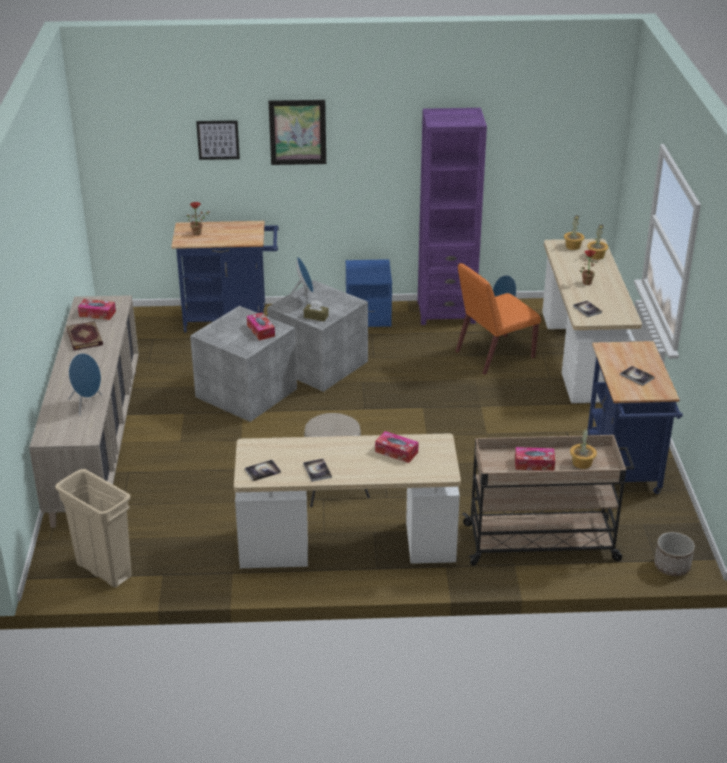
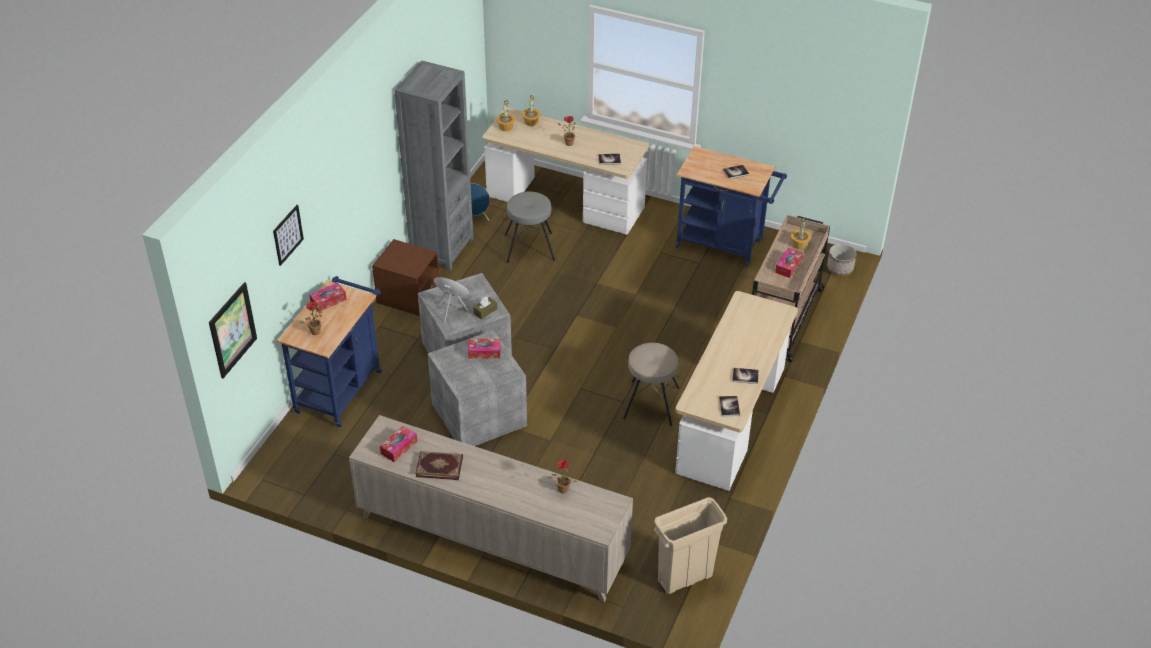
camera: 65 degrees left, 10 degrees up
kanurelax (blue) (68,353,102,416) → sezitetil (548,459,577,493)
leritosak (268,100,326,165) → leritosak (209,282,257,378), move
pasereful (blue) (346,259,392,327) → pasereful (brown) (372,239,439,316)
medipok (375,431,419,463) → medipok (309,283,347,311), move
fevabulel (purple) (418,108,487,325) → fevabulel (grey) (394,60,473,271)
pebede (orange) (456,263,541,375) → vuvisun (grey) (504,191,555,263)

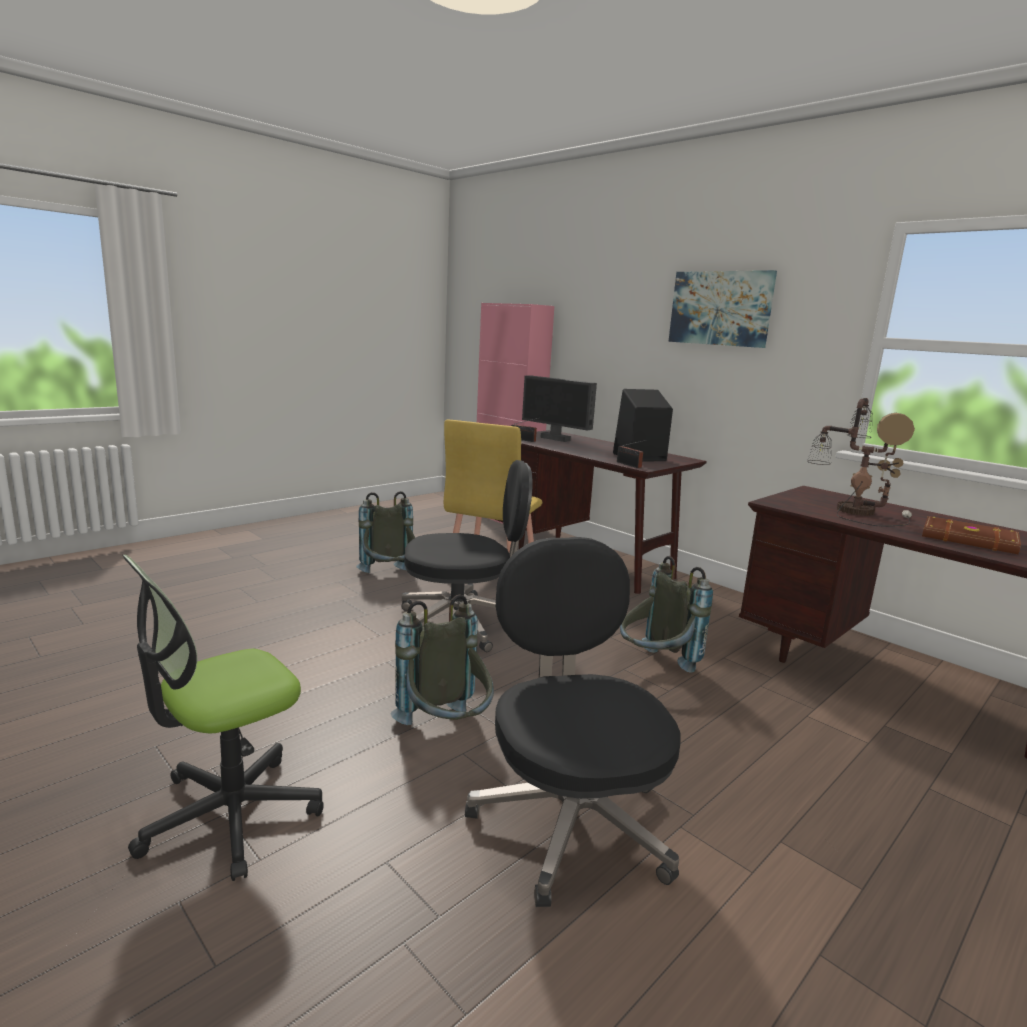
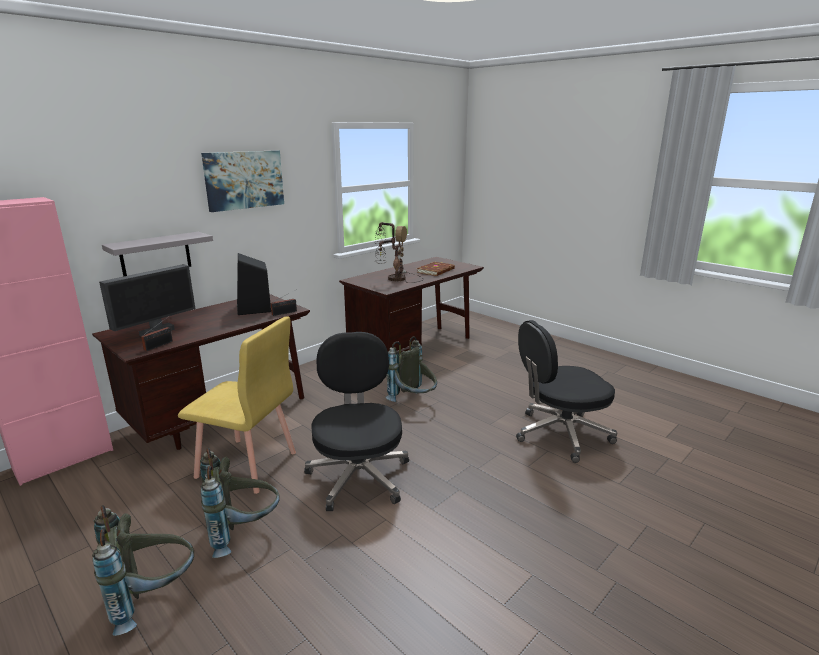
camera: 90 degrees left, 5 degrees up
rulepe (122,554,324,881) → -
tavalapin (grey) (390,594,494,725) → tavalapin (grey) (92,505,194,636), move
- → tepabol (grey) (102,232,213,277)

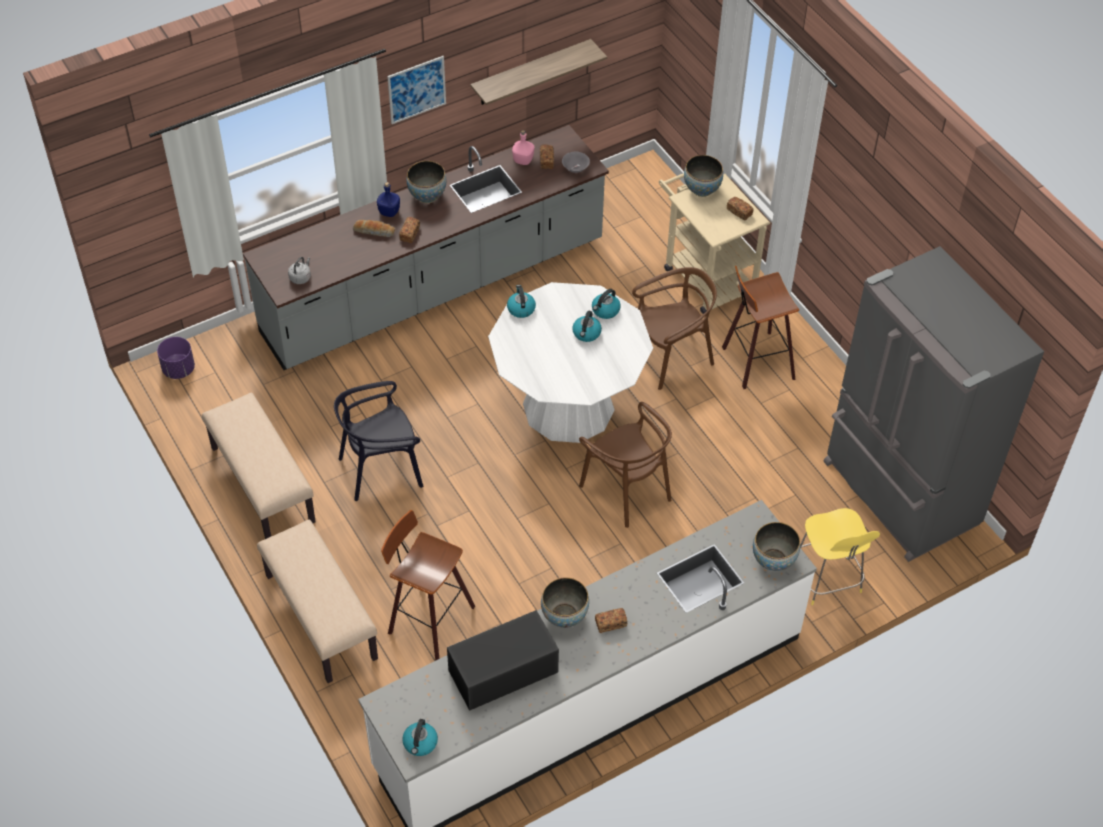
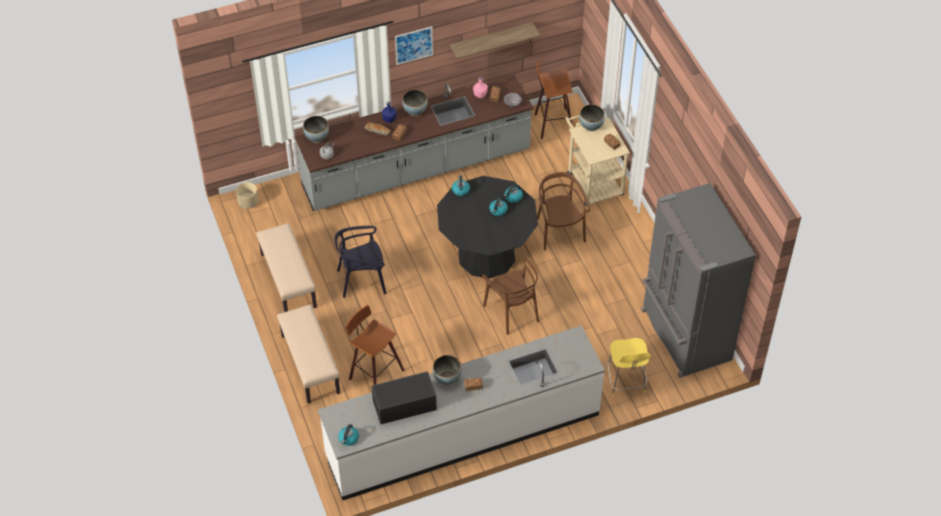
camera: 10 degrees right, 0 degrees up
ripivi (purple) (157,337,195,379) → ripivi (beige) (236,182,259,209)
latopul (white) (488,282,653,443) → latopul (black) (437,176,538,279)
pebede (brown) (632,267,717,390) → pebede (brown) (537,172,590,251), 90 degrees counterclockwise
vuvisun (722,266,799,389) → vuvisun (535,62,573,139), move
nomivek (753,522,800,571) → nomivek (303,116,329,143), move

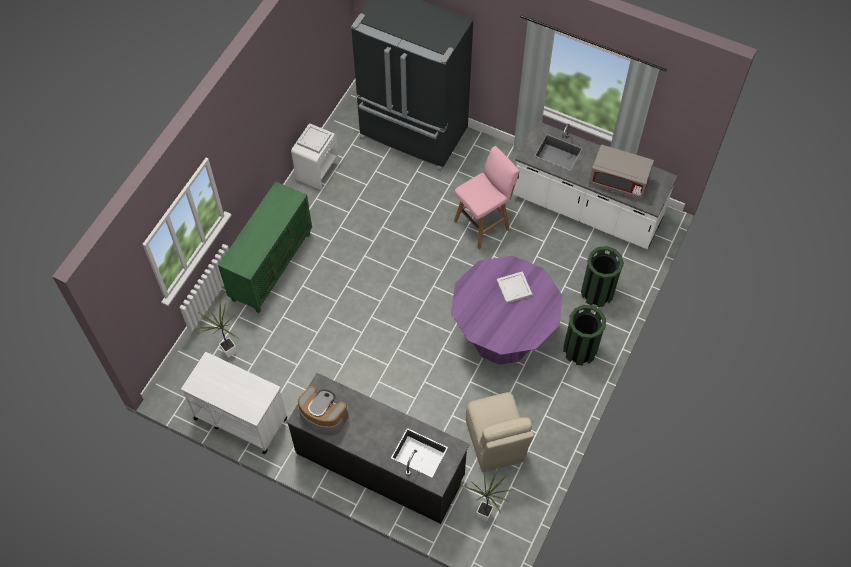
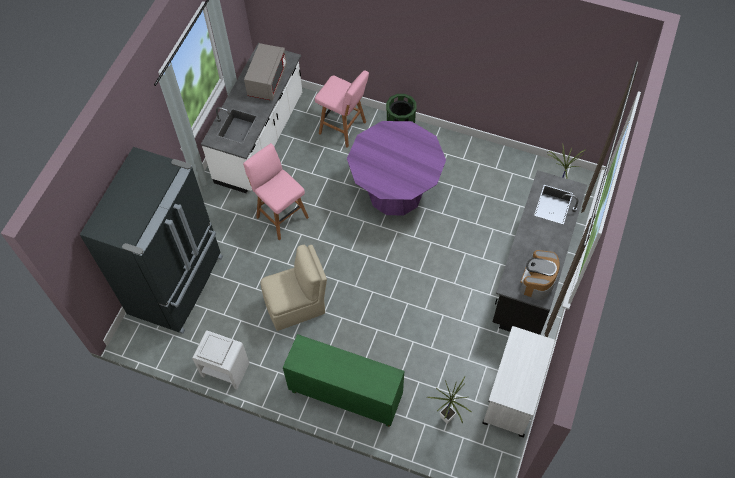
camera: 95 degrees left, 0 degrees up
pebede (beige) (466,392,534,472) → pebede (beige) (261,245,327,331), move
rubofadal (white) (497,271,532,304) → -
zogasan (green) (581,246,624,307) → vuvisun (pink) (315,70,369,148)

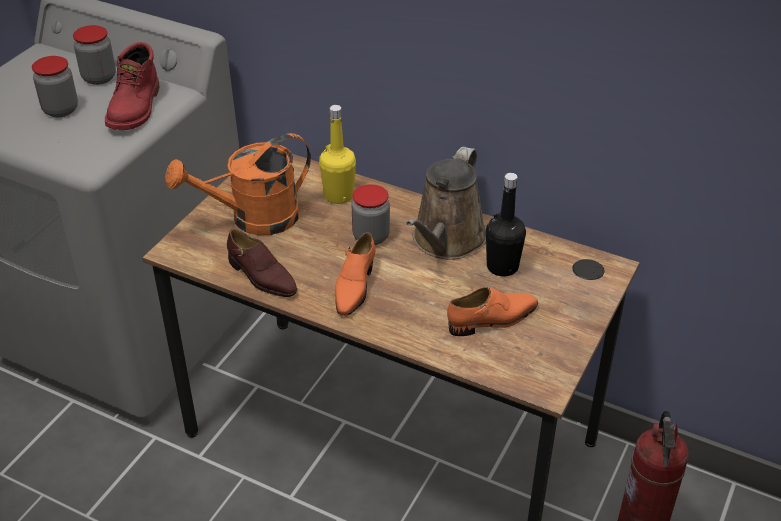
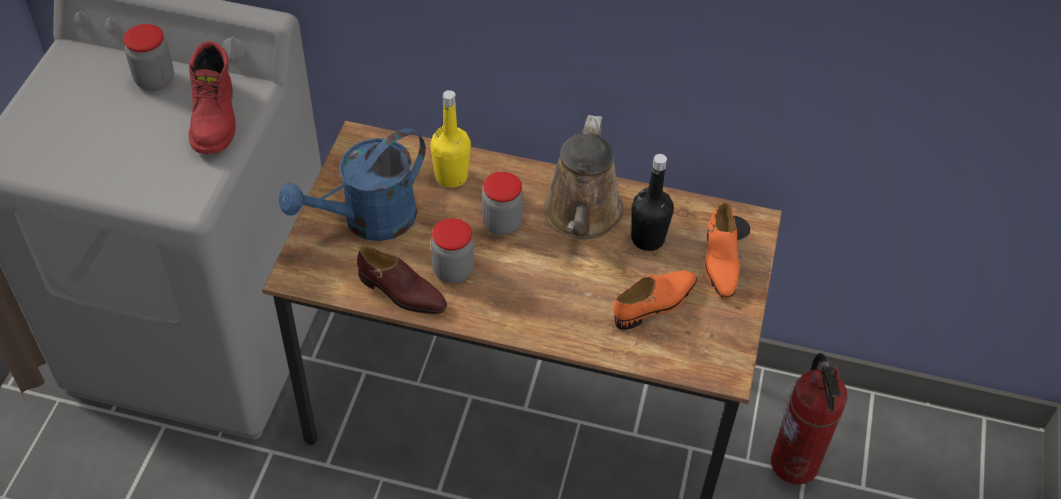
camera: 15 degrees left, 10 degrees up
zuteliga (32,56,78,117) → zuteliga (431,218,474,283), move
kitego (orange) (165,133,311,235) → kitego (blue) (279,128,426,241)
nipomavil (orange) (335,232,375,316) → nipomavil (orange) (705,203,740,299), move

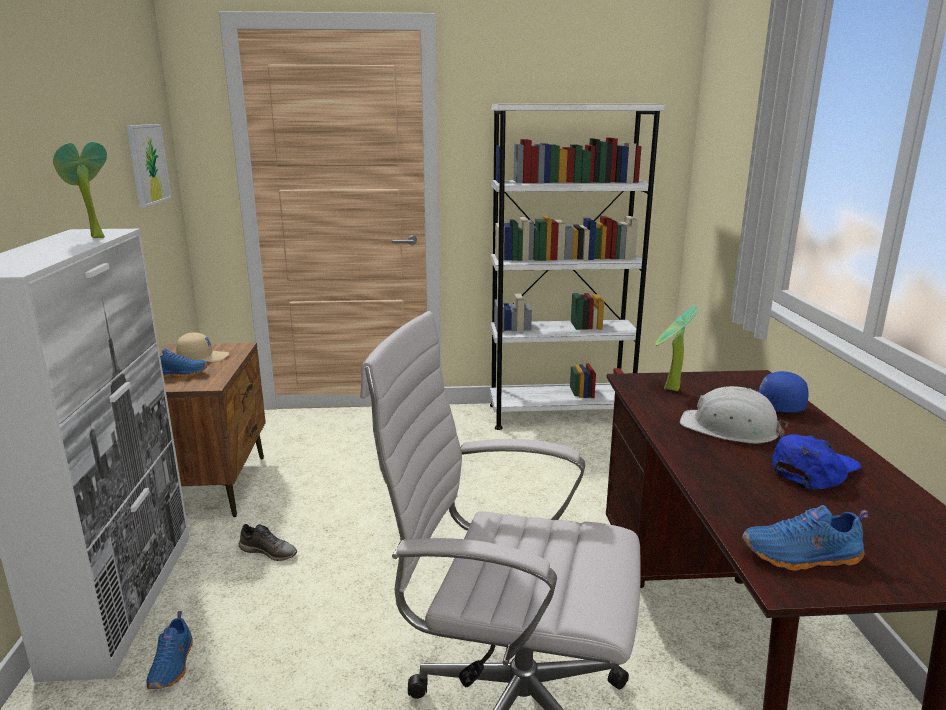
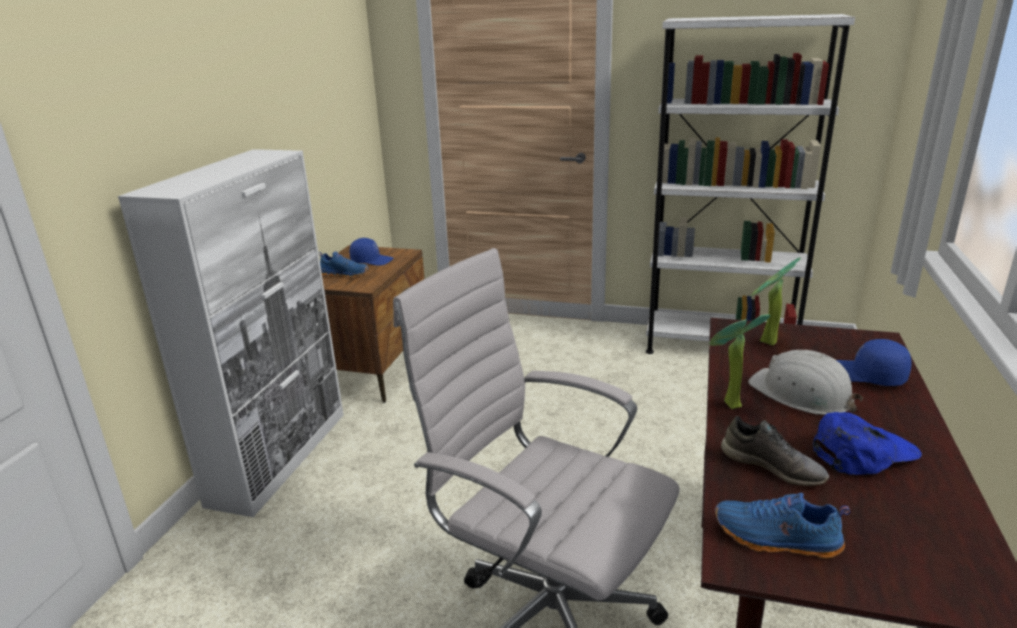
camera: 20 degrees right, 5 degrees up
sezitetil (53,142,107,238) → sezitetil (709,314,770,409), move
leritosak (127,124,172,208) → -
nipomavil (blue) (147,611,193,689) → -
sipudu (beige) (176,332,229,362) → sipudu (blue) (350,238,393,266)
nipomavil (grey) (239,524,297,561) → nipomavil (grey) (721,416,830,486), move

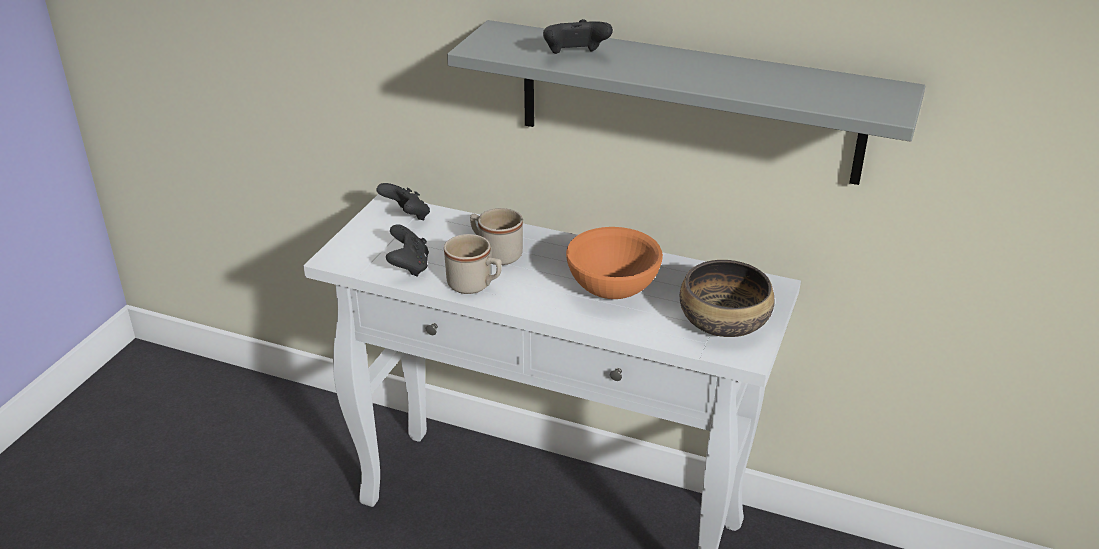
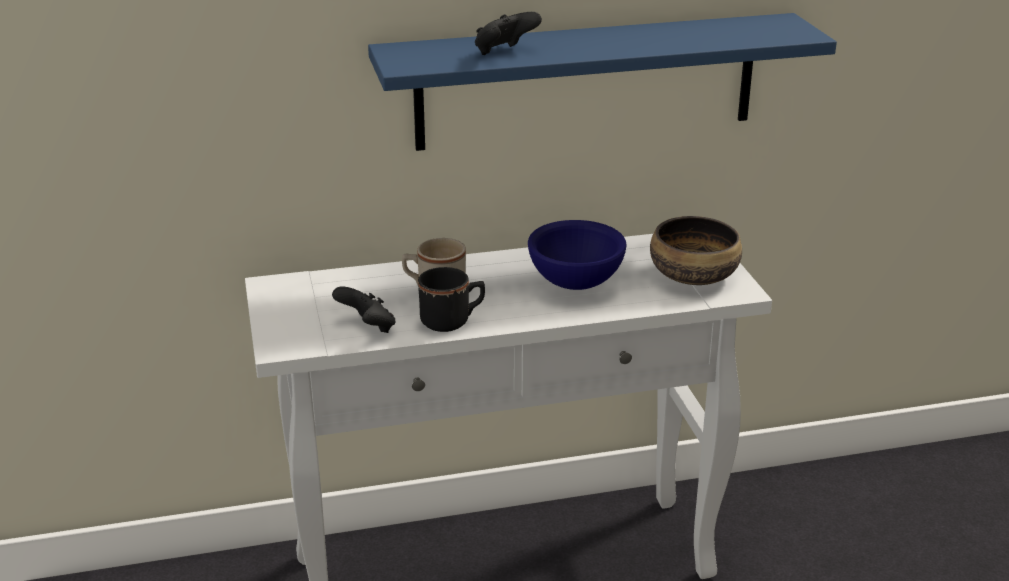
camera: 35 degrees left, 5 degrees down
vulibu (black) (376,183,430,220) → -
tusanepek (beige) (444,234,502,294) → tusanepek (black) (418,267,485,332)
tepabol (grey) (447,20,925,185) → tepabol (blue) (368,13,837,151)
nomivek (orange) (566,227,663,299) → nomivek (blue) (528,220,627,290)

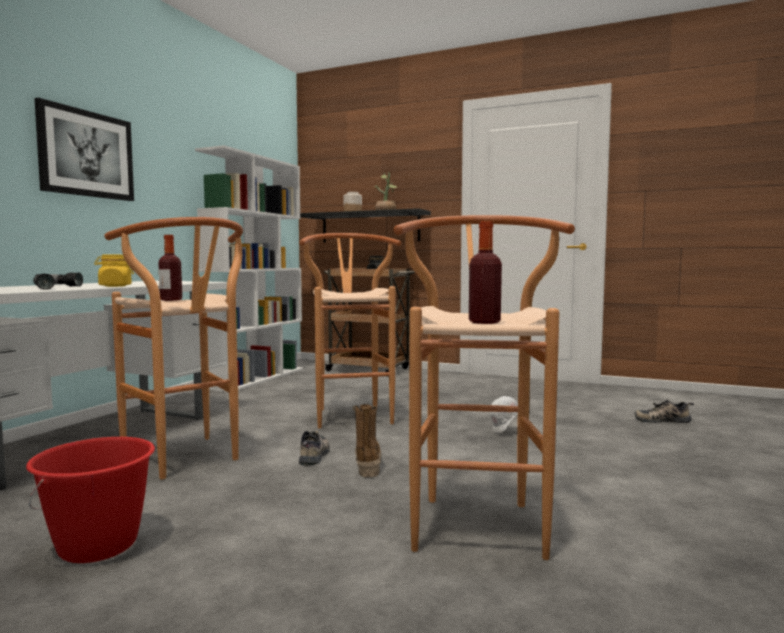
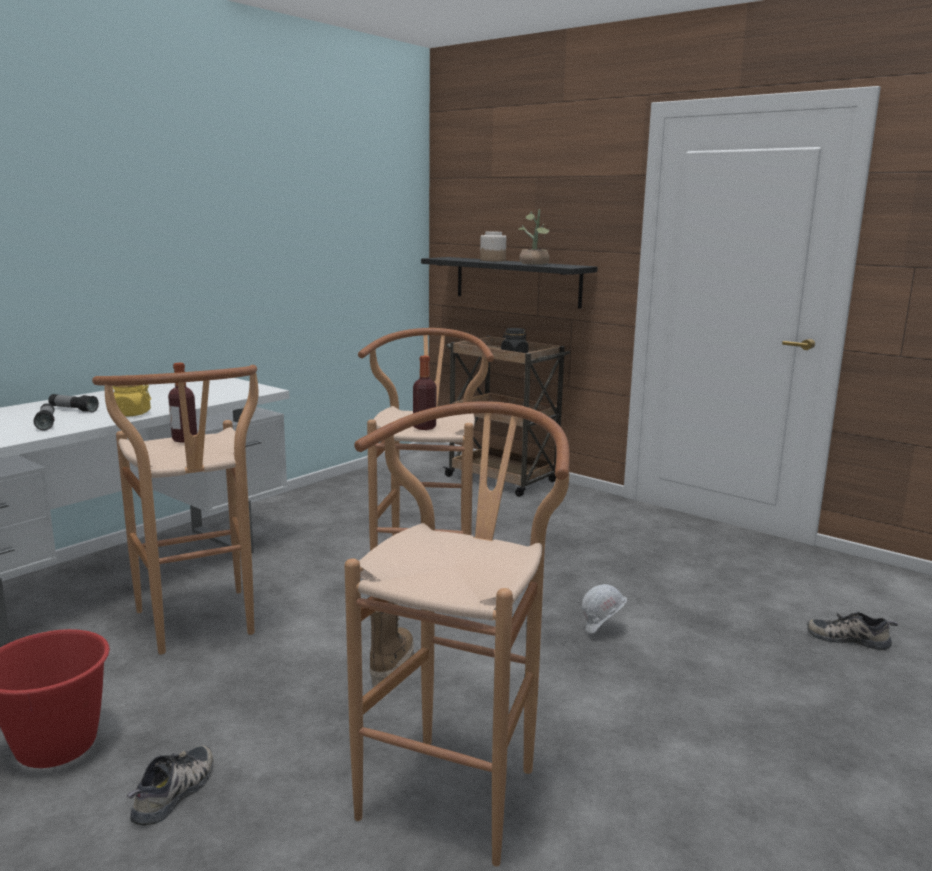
camera: 15 degrees right, 10 degrees up
leritosak (34,98,134,201) → -
fevabulel (white) (195,145,303,392) → -
nipomavil (299,431,330,465) → nipomavil (127,745,214,826), move
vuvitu (469,221,502,324) → vuvitu (413,356,437,430), move

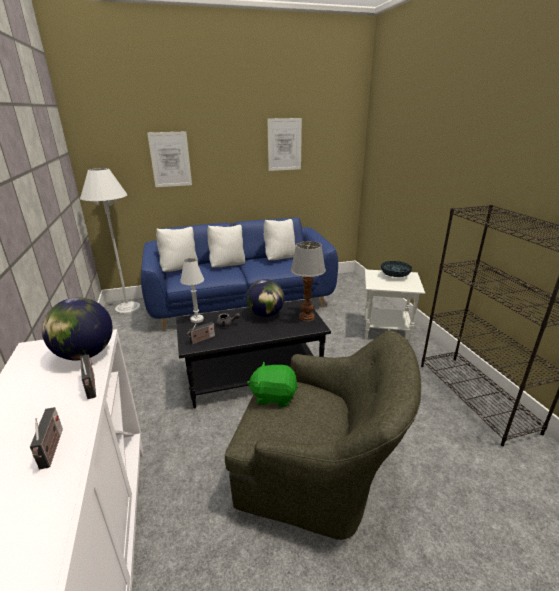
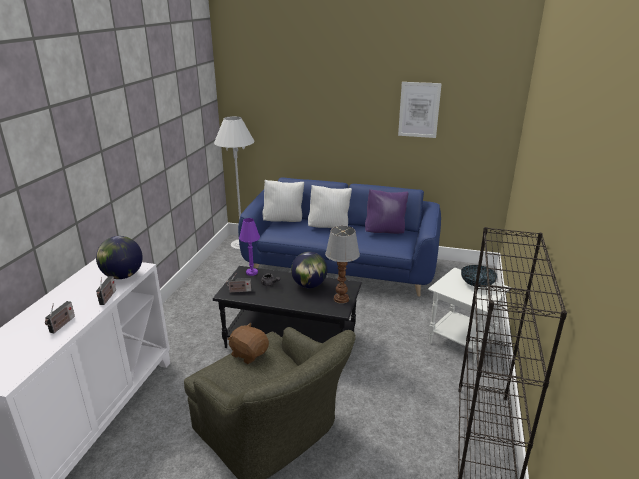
camera: 30 degrees right, 0 degrees up
leritosak (147,132,192,187) → -
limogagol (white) (180,258,204,323) → limogagol (purple) (239,218,260,276)
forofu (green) (247,362,298,407) → forofu (brown) (227,323,269,364)
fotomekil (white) (264,219,296,260) → fotomekil (purple) (365,189,408,234)

